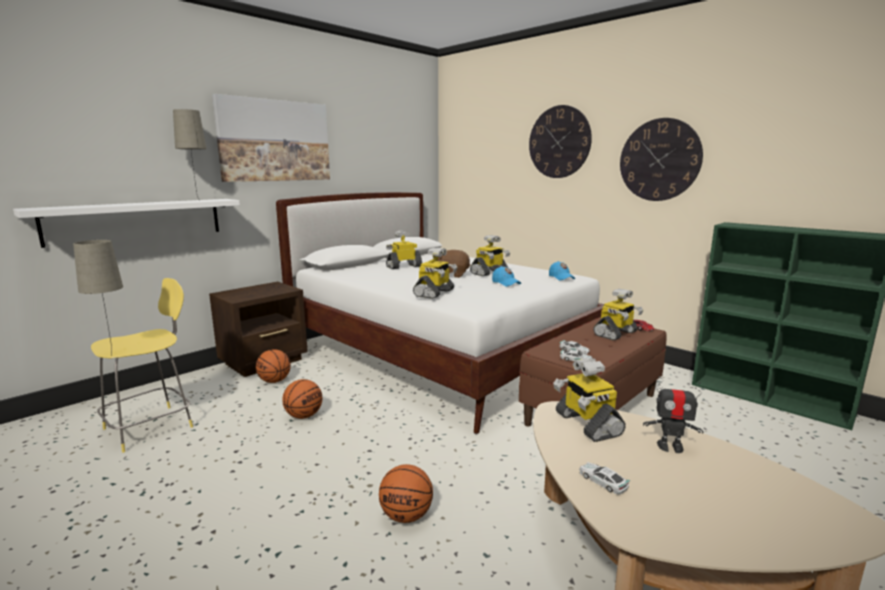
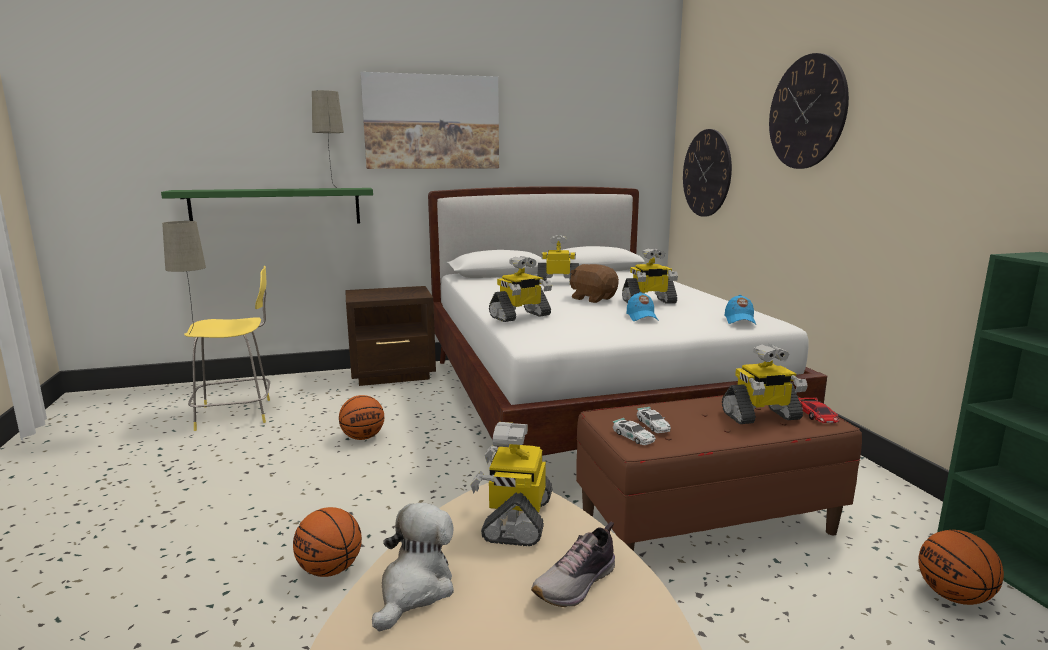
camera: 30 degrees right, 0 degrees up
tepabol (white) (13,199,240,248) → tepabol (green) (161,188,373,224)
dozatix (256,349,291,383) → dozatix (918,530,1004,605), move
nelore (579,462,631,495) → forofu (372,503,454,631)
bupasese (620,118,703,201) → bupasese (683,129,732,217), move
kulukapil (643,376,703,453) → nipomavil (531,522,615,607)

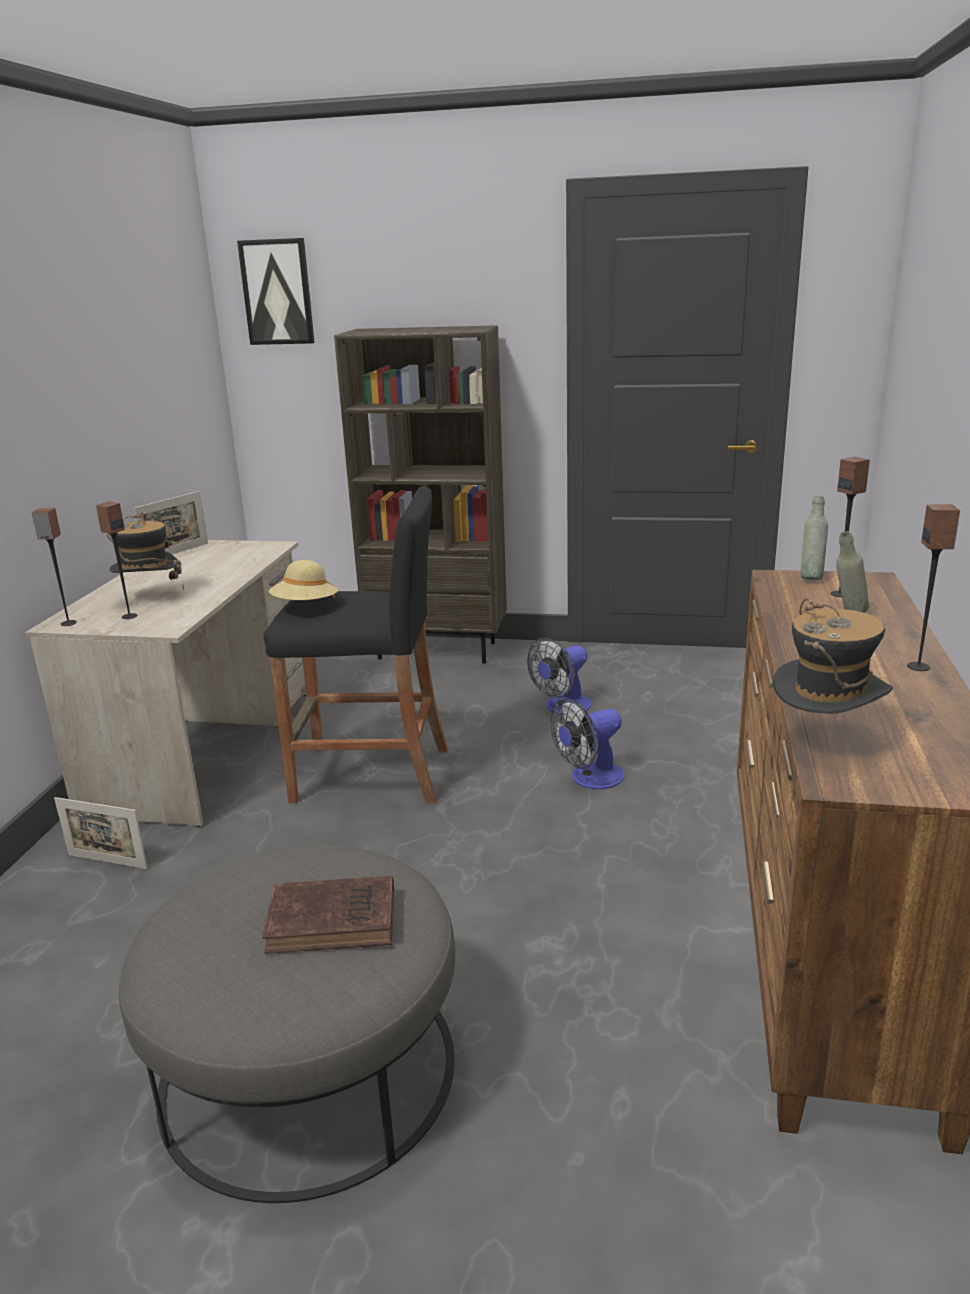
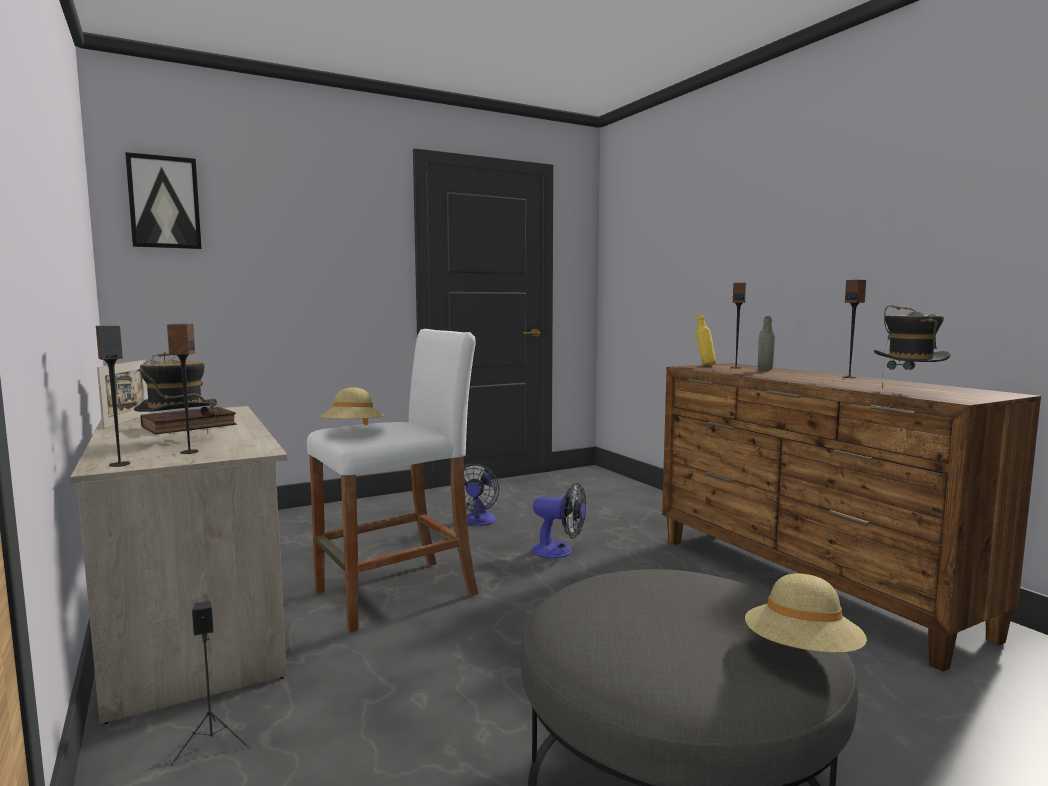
camera: 40 degrees left, 15 degrees down
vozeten (54,797,148,869) → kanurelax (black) (171,601,249,766)
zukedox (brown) (262,876,394,954) → zukedox (brown) (141,407,236,434), move
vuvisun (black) (264,486,448,803) → vuvisun (white) (307,329,479,633)
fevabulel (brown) (334,325,507,664) → -
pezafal (550,699,625,789) → pezafal (531,482,586,558), 90 degrees counterclockwise
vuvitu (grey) (801,496,828,580) → vuvitu (yellow) (696,315,716,366)
- → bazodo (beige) (745,573,867,653)

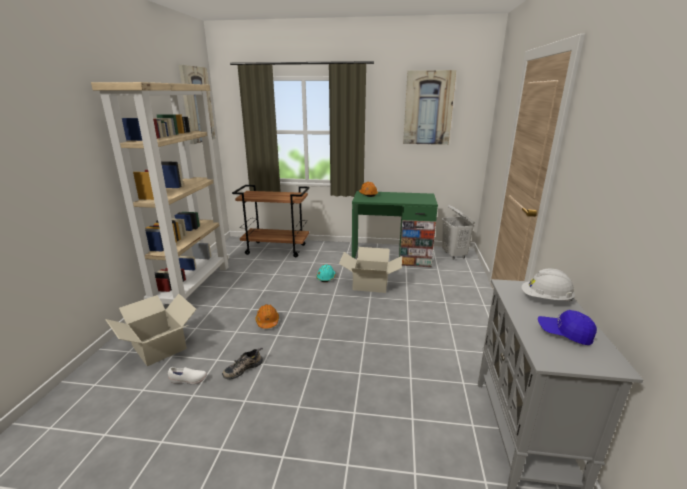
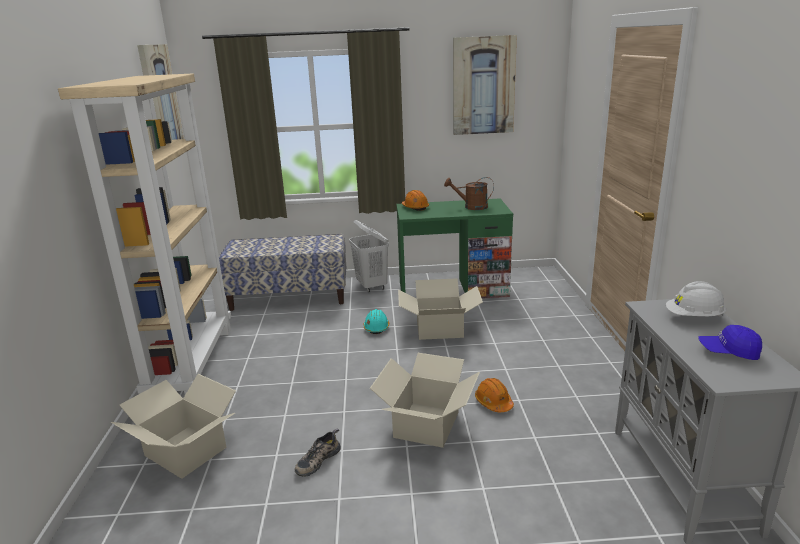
camera: 10 degrees left, 0 degrees up
nipomavil (white) (168,367,207,384) → -
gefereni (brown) (232,185,310,258) → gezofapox (219,234,347,311)
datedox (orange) (255,304,279,329) → datedox (orange) (475,378,514,412), move
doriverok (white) (442,205,474,259) → doriverok (white) (349,220,389,292), move
- → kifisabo (370,353,480,448)
- → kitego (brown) (444,177,494,210)

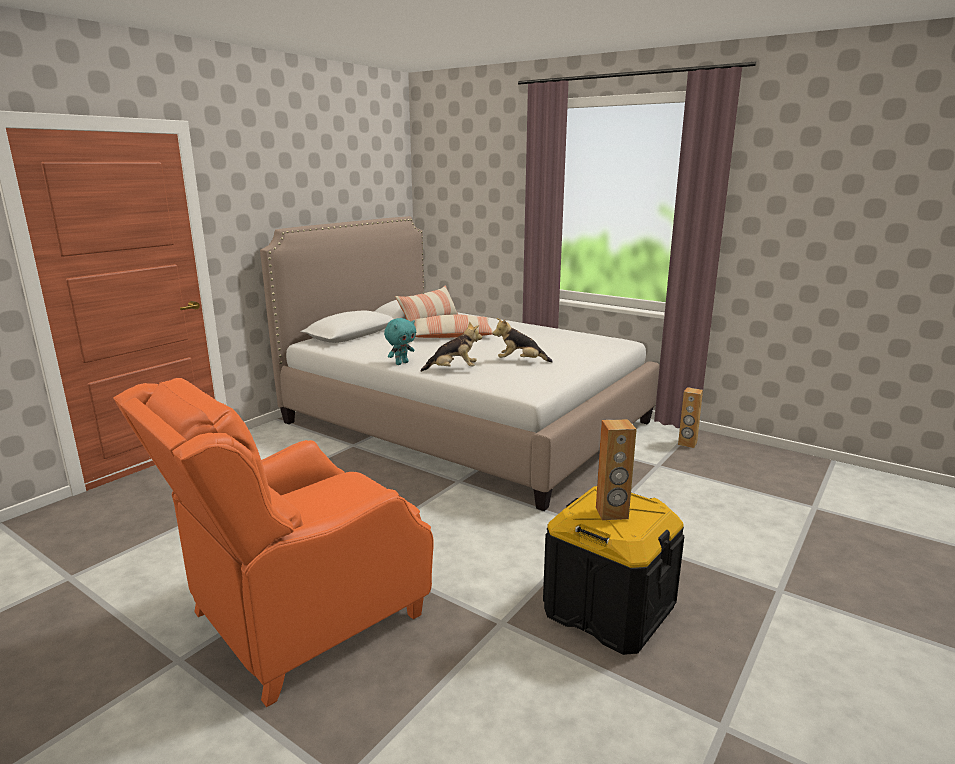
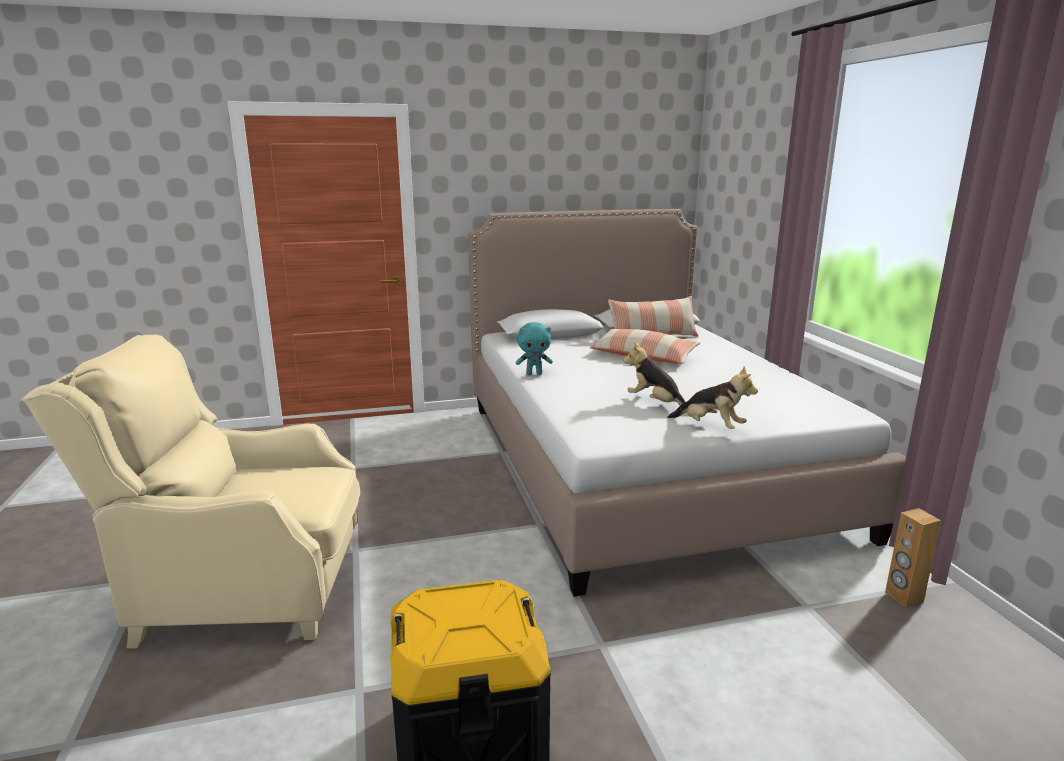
camera: 40 degrees right, 0 degrees up
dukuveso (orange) (114,378,434,707) → dukuveso (beige) (21,335,360,649)
forofu (421,321,482,372) → forofu (667,366,758,429), move
kanurelax (brown) (596,419,637,520) → -

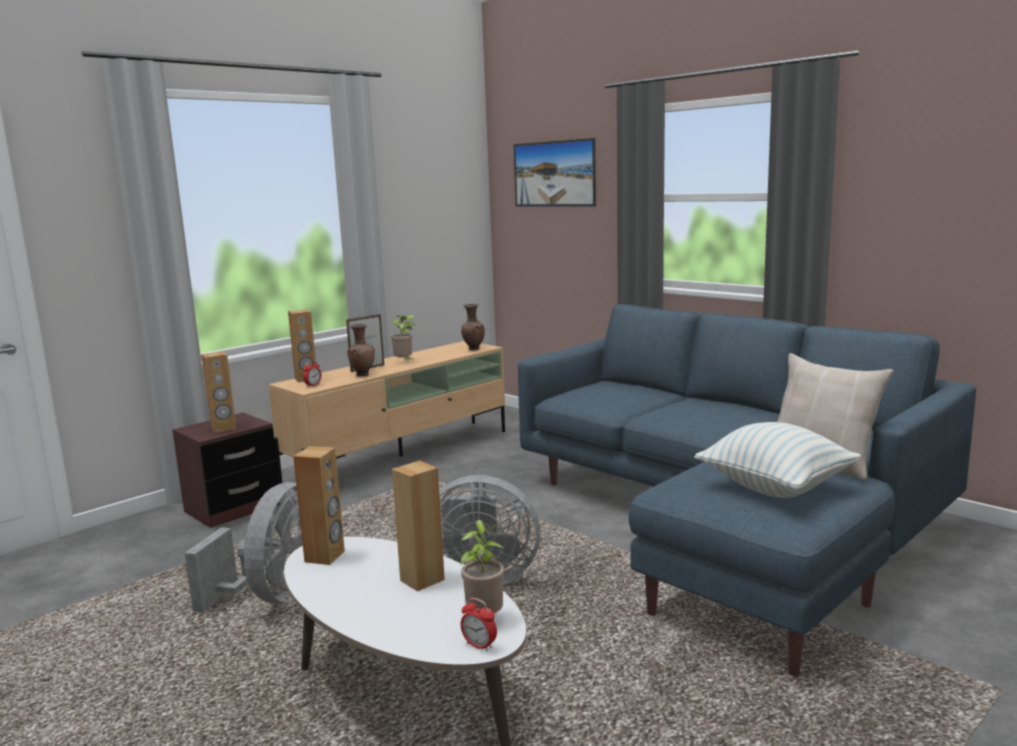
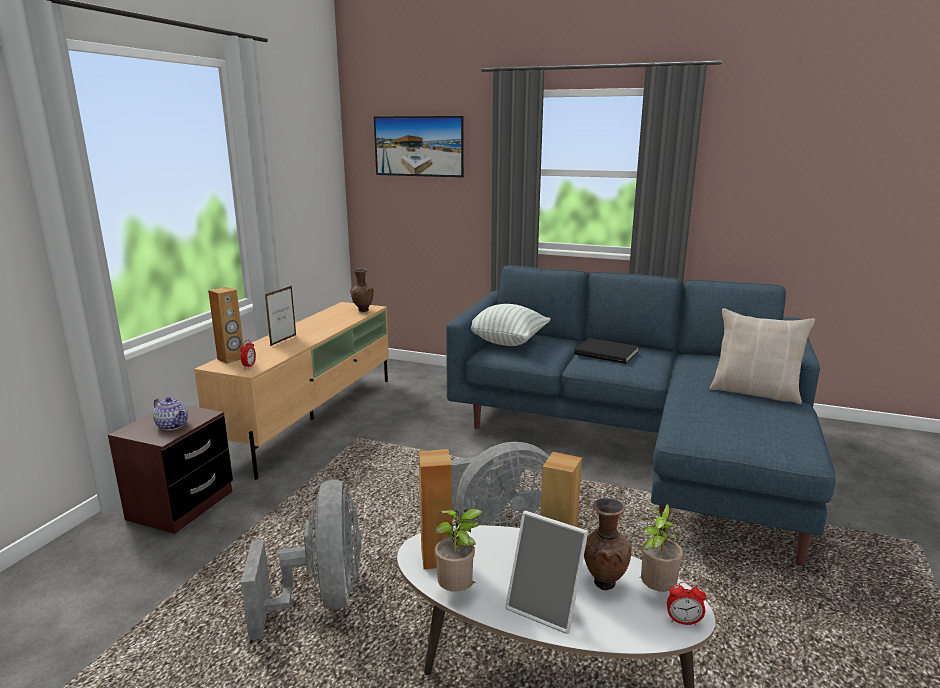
camera: 25 degrees left, 5 degrees up
kanurelax (brown) (201,351,236,433) → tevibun (153,397,188,430)
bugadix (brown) (347,324,375,376) → bugadix (brown) (584,498,631,590), move
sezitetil (391,315,416,361) → sezitetil (435,509,483,592), move
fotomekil (694,422,861,498) → fotomekil (471,304,551,346), move
- → vozeten (505,511,588,634)
- → zukedox (black) (574,338,639,364)

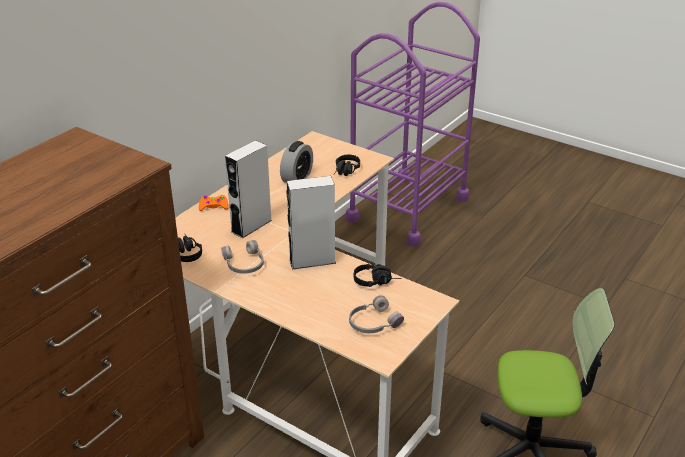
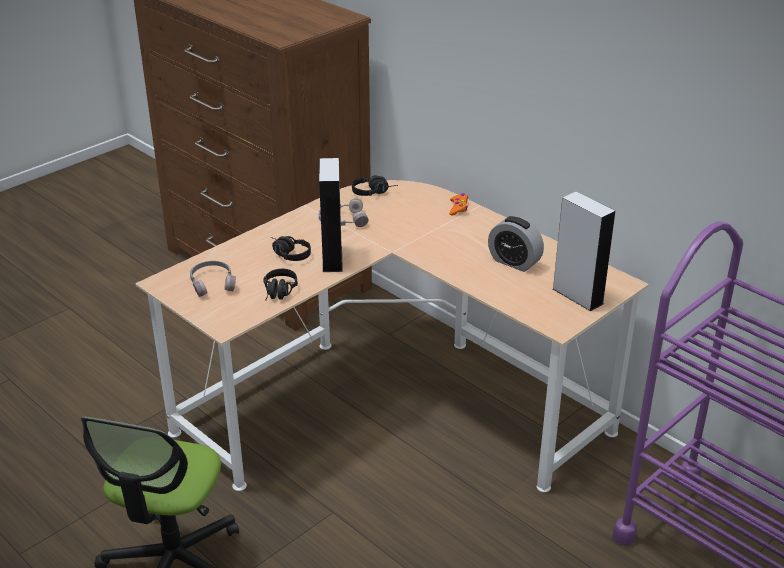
camera: 100 degrees right, 0 degrees up
kanurelax (grey) (225,140,272,238) → kanurelax (grey) (553,191,616,312), move
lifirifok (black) (333,154,360,176) → lifirifok (black) (271,236,311,261), move

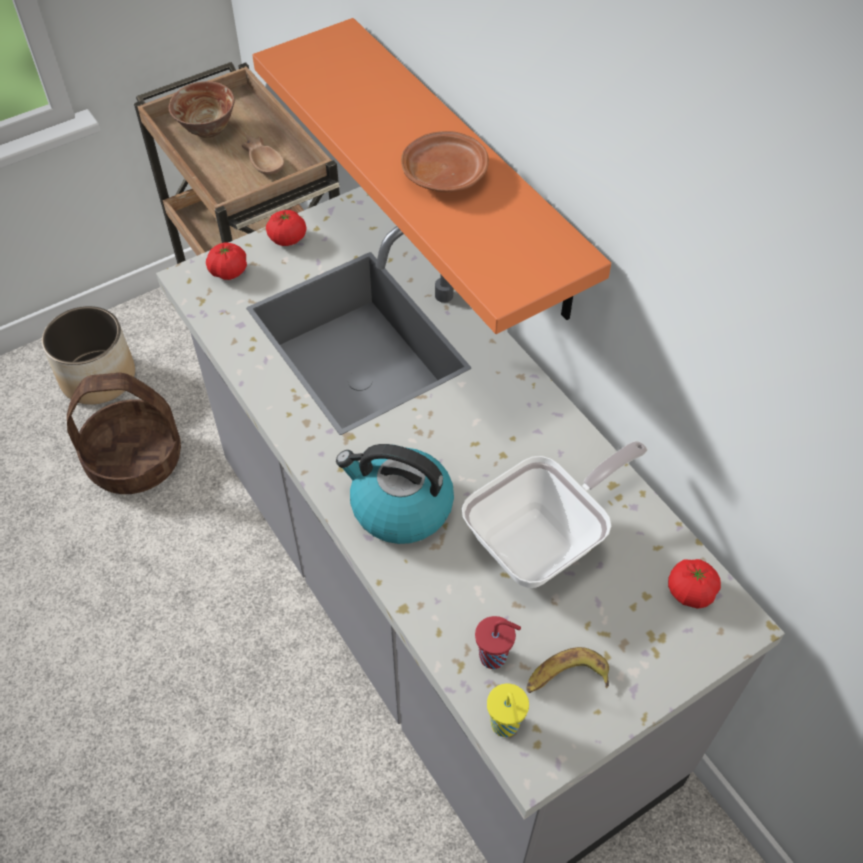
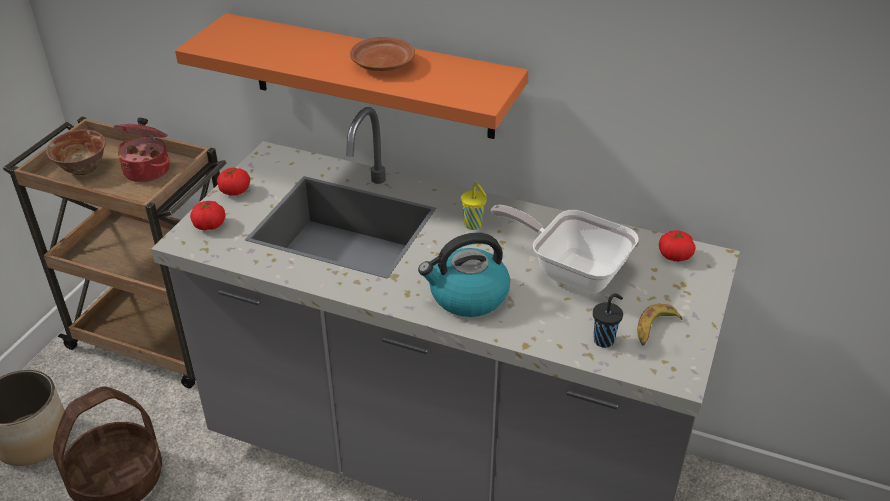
camera: 35 degrees left, 15 degrees down
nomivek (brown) (242,135,284,175) → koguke (114,118,170,182)
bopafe (462,441,648,588) → bopafe (490,205,639,294), 75 degrees counterclockwise
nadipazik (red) (475,616,521,669) → nadipazik (black) (593,293,623,348)
nadipazik (yellow) (487,684,529,737) → nadipazik (yellow) (461,183,487,230), move

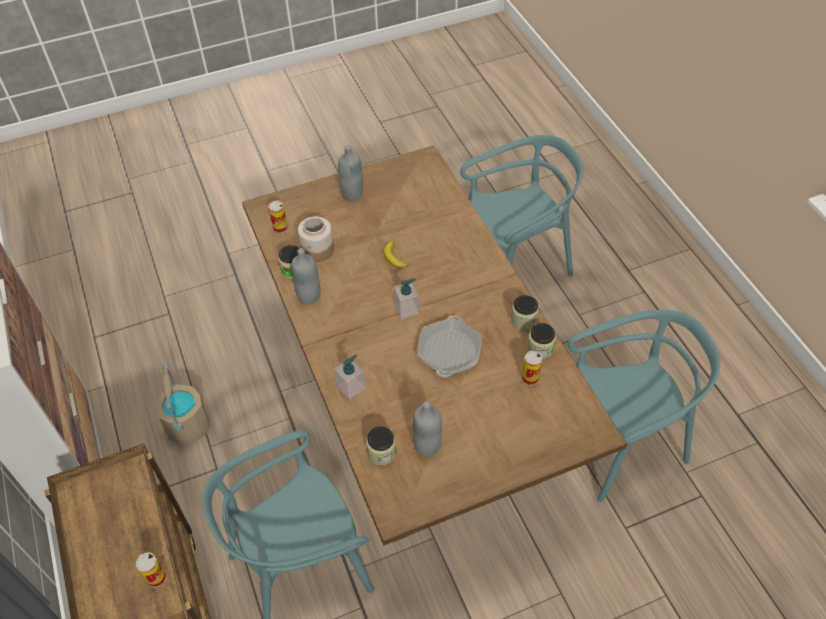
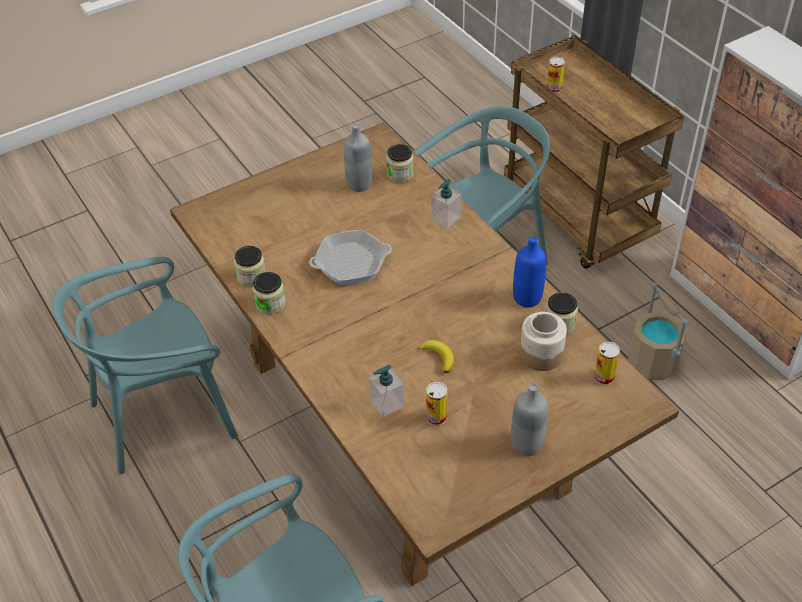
camera: 170 degrees right, 5 degrees down
vuvitu (grey) (291,248,321,304) → vuvitu (blue) (513,237,546,308)
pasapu (394,278,419,319) → pasapu (369,365,404,417), move
bopafe (417,315,482,377) → bopafe (309,229,392,285), 75 degrees clockwise
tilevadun (522,351,542,386) → tilevadun (426,382,448,426), move

